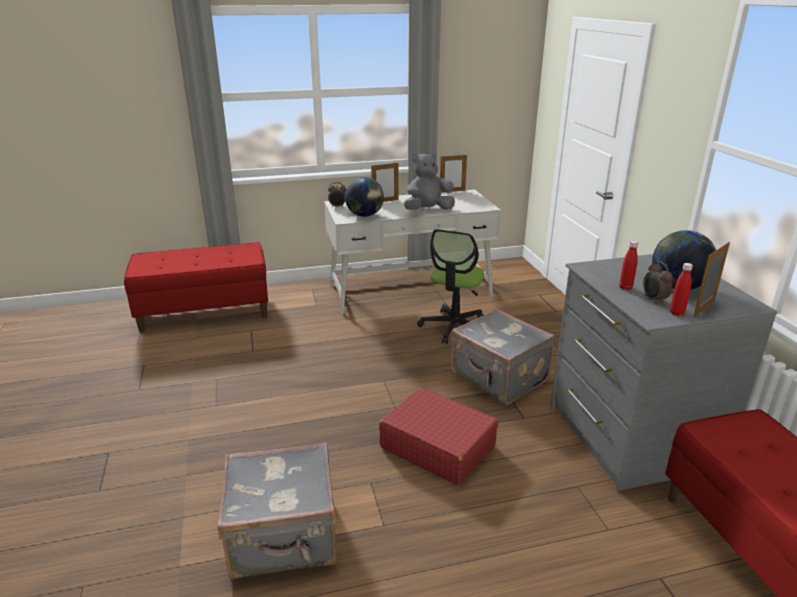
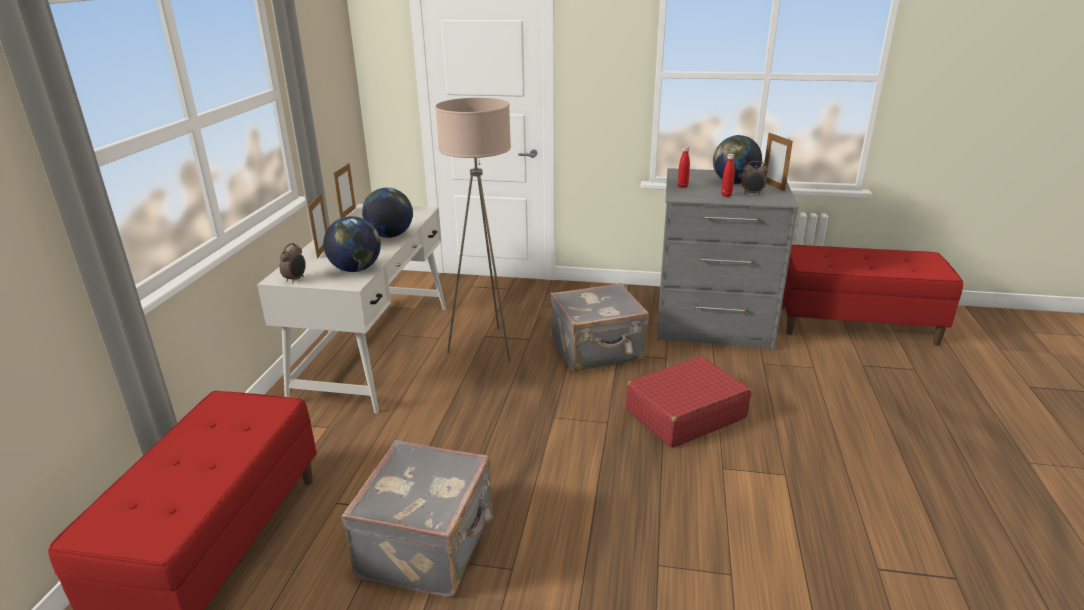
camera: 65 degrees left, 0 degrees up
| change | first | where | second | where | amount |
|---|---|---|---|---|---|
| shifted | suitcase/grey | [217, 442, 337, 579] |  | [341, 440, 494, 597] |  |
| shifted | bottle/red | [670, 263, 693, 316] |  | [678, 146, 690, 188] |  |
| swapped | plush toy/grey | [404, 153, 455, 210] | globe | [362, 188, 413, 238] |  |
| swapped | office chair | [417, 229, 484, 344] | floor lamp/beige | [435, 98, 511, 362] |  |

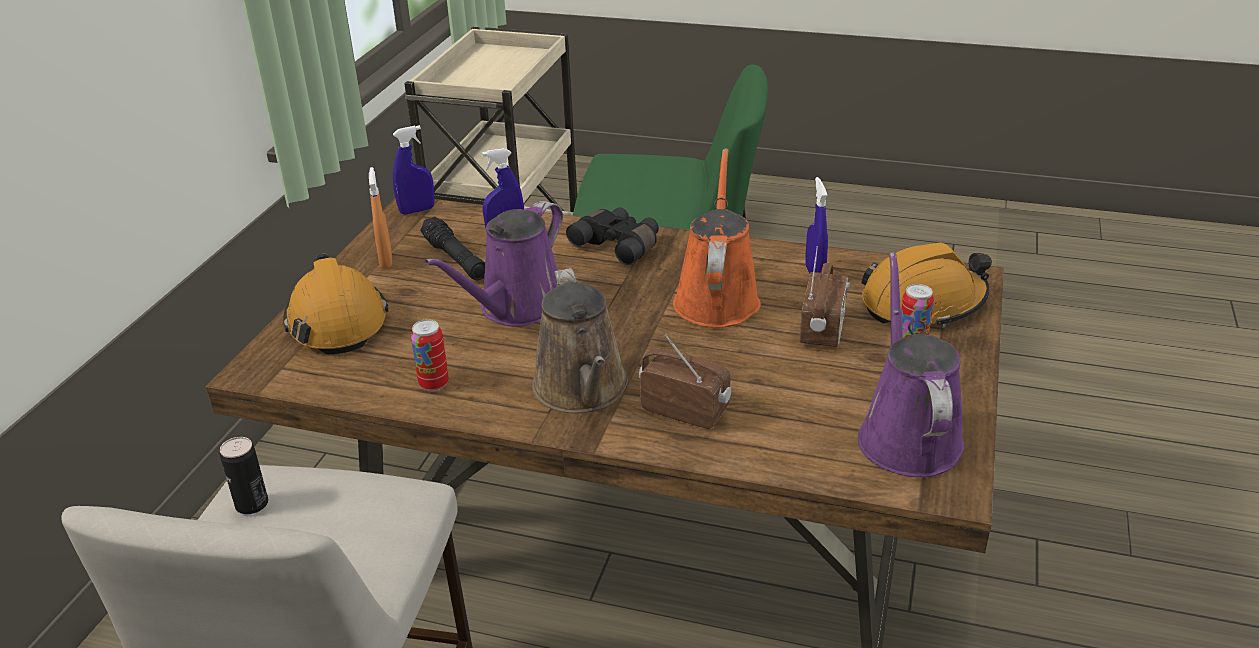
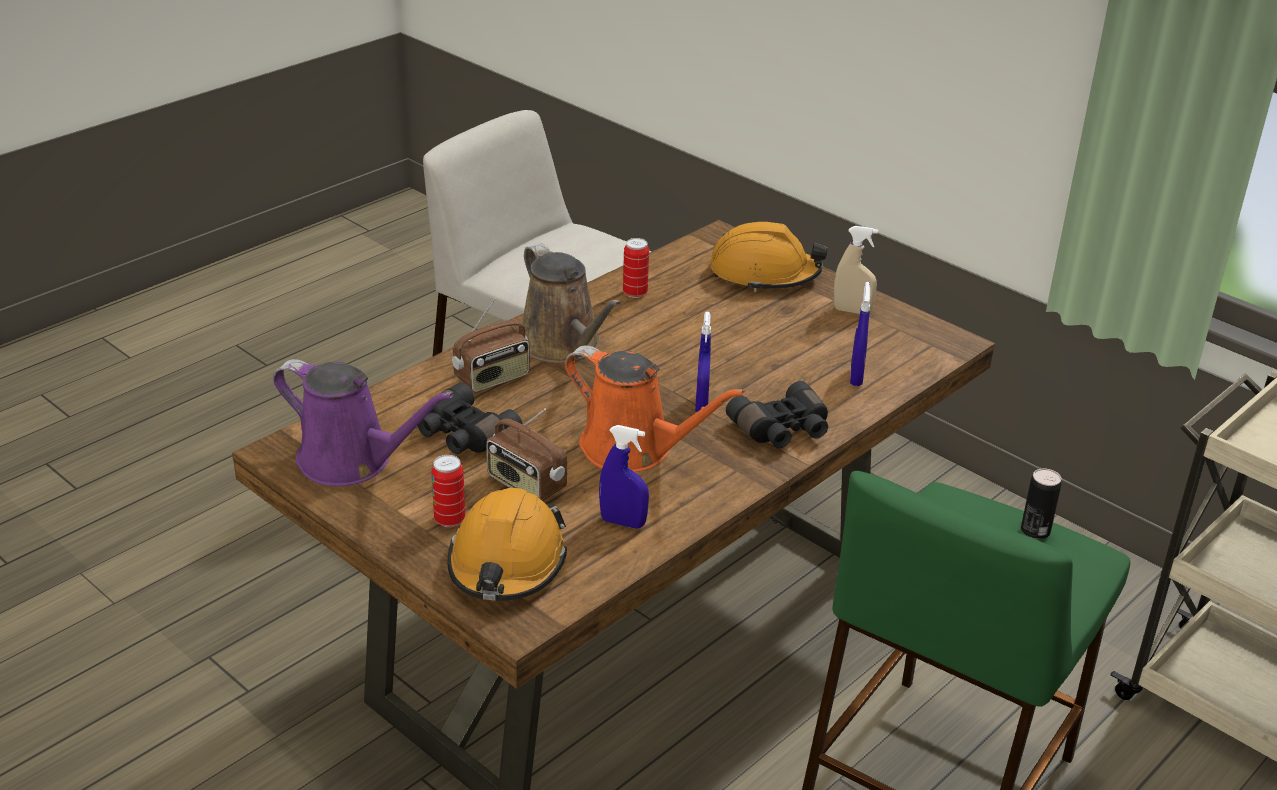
camera: 115 degrees right, 0 degrees up
| change | first | where | second | where | amount |
|---|---|---|---|---|---|
| gone | flashlight/black | [420, 217, 485, 280] |  |  |  |
| gone | watering can/purple | [424, 201, 563, 327] |  |  |  |
| new |  |  | binoculars/black | [418, 382, 523, 454] |  |
| shifted | can | [220, 437, 268, 514] |  | [1021, 468, 1062, 539] |  |
| shifted | spray bottle/blue | [393, 125, 435, 215] |  | [695, 312, 711, 412] |  |
| repainted | spray bottle/orange | [369, 167, 392, 269] | spray bottle/beige | [833, 226, 878, 314] |  |
| rotated | watering can/brown | [532, 268, 628, 413] |  | [522, 243, 621, 363] | 135 degrees counterclockwise |

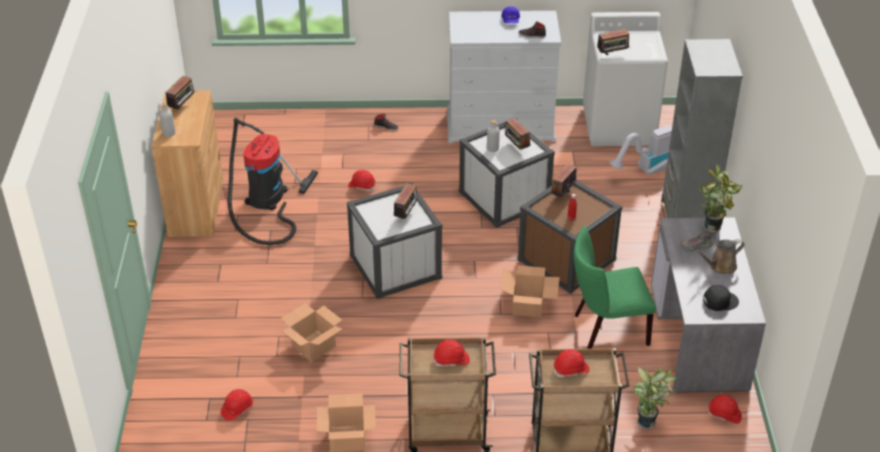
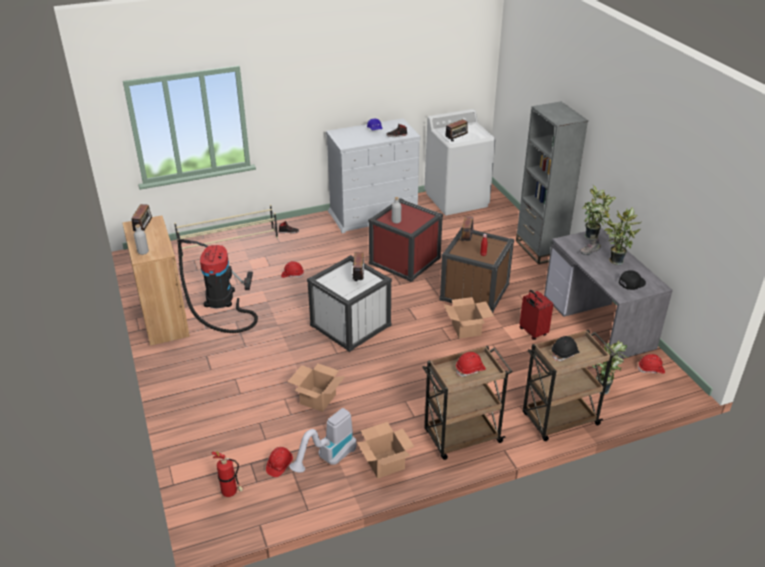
camera: 20 degrees left, 5 degrees down
| change | first | where | second | where | amount |
|---|---|---|---|---|---|
| gone | radio | [505, 117, 531, 150] |  |  |  |
| new |  |  | shoe rack/beige | [174, 205, 278, 257] |  |
| new |  |  | fire extinguisher | [212, 451, 244, 497] |  |
| shifted | vacuum cleaner | [609, 125, 672, 176] |  | [289, 408, 356, 473] |  |
| swapped | chair/green | [574, 226, 656, 349] | suitcase/red | [520, 290, 553, 340] |  |
| swapped | watering can/brown | [695, 239, 745, 274] | potted plant | [604, 207, 642, 265] |  |
| repainted | storage box/white | [459, 118, 555, 228] | storage box/red | [368, 198, 443, 282] |  |
| repainted | hard hat/red | [554, 349, 590, 377] | hard hat/black | [552, 336, 579, 361] |  |

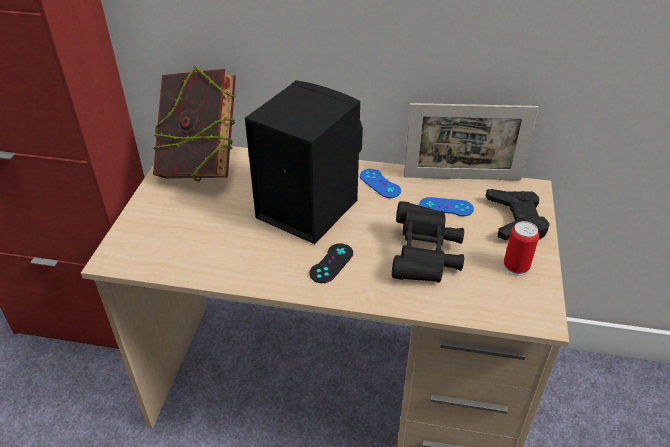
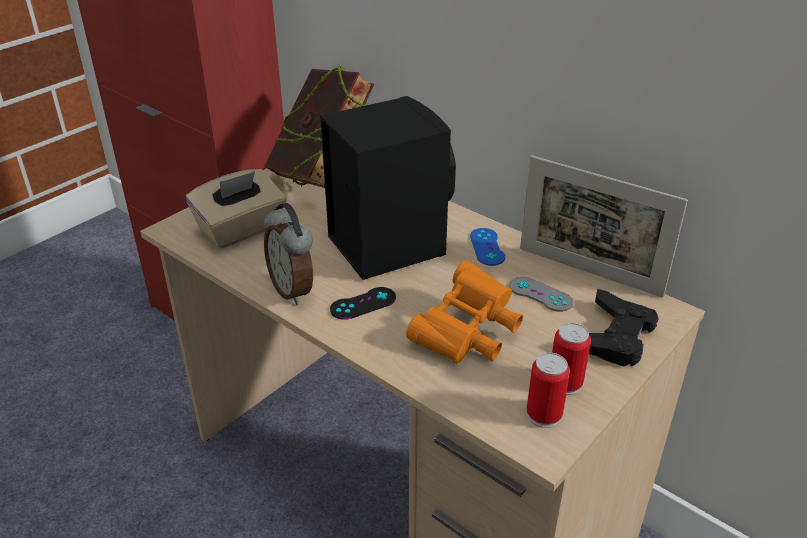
camera: 30 degrees right, 5 degrees down
| change | first | where | second | where | amount |
|---|---|---|---|---|---|
| new |  |  | tissue box/beige | [186, 169, 287, 248] |  |
| new |  |  | alarm clock | [264, 203, 313, 305] |  |
| new |  |  | can | [527, 353, 570, 428] |  |
| repainted | binoculars/black | [392, 201, 464, 283] | binoculars/orange | [406, 261, 523, 364] |  |
| repainted | game controller/blue | [419, 197, 474, 216] | game controller/grey | [509, 277, 573, 312] |  |

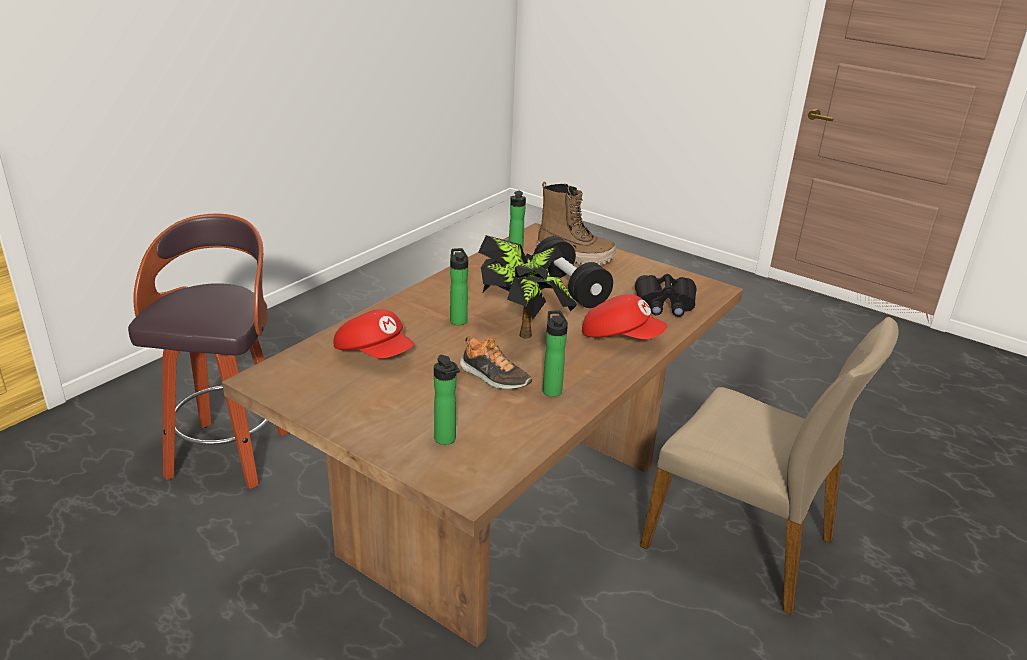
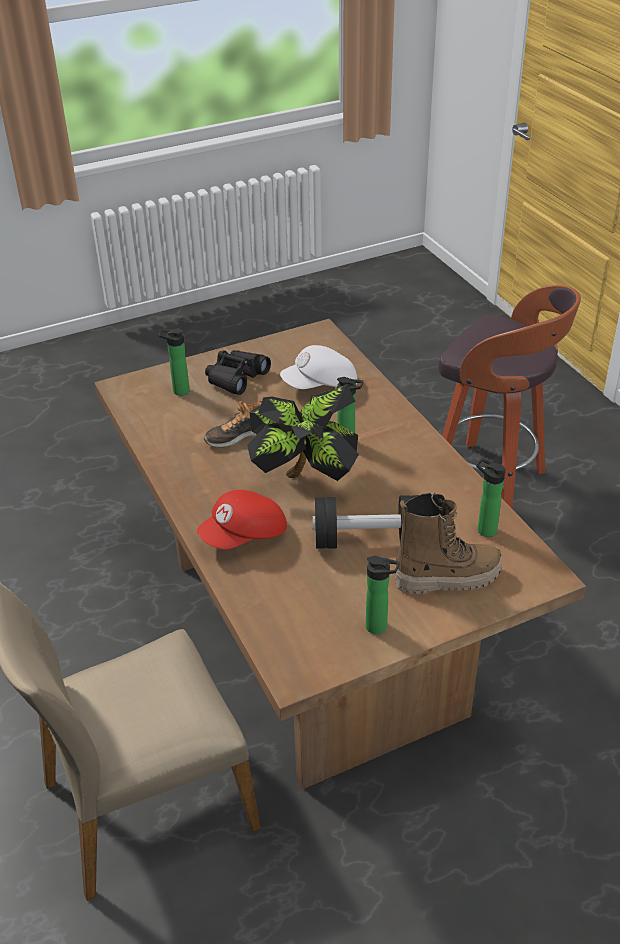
camera: 120 degrees right, 10 degrees up
| change | first | where | second | where | amount |
|---|---|---|---|---|---|
| shifted | bottle | [543, 311, 568, 397] |  | [366, 556, 400, 634] |  |
| shifted | binoculars/black | [635, 274, 697, 317] |  | [205, 350, 271, 395] |  |
| repainted | cap/red | [334, 309, 414, 358] | cap/white | [280, 345, 357, 389] |  |
| rotated | boot | [537, 181, 616, 265] |  | [395, 492, 502, 594] | 135 degrees counterclockwise |

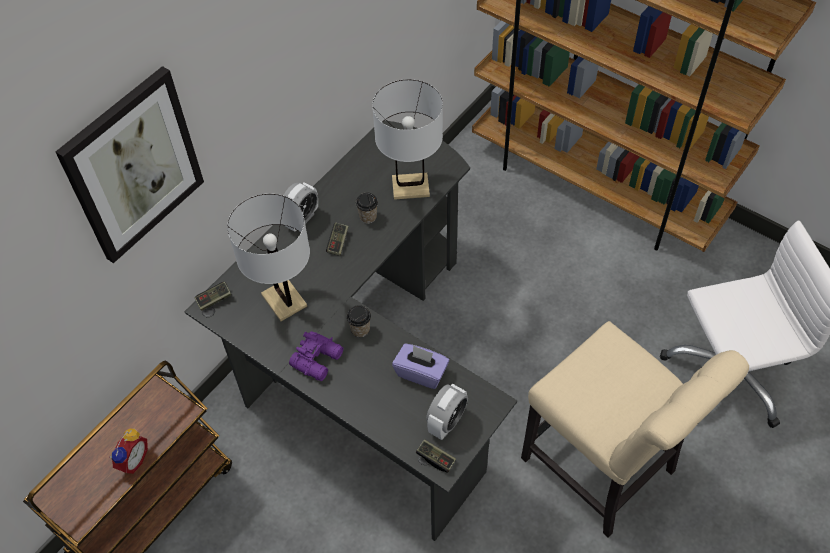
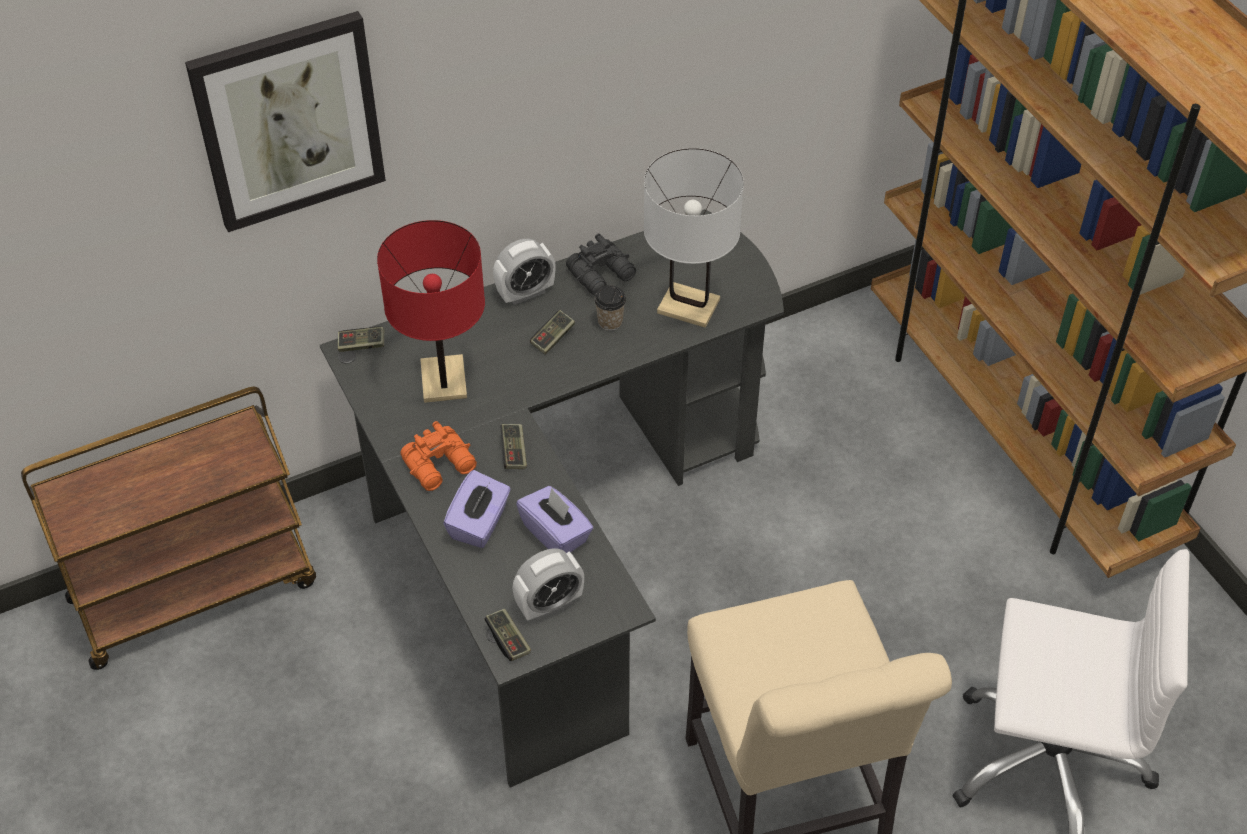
camera: 25 degrees right, 5 degrees down
| change | first | where | second | where | amount |
|---|---|---|---|---|---|
| gone | alarm clock | [109, 429, 148, 474] |  |  |  |
| new |  |  | tissue box/purple | [443, 470, 511, 548] |  |
| new |  |  | binoculars/black | [566, 233, 636, 295] |  |
| swapped | cup | [347, 305, 371, 337] | game controller | [500, 424, 527, 469] |  |
| repainted | table lamp/white | [227, 194, 310, 321] | table lamp/red | [377, 220, 485, 403] |  |
| repainted | binoculars/purple | [289, 331, 344, 381] | binoculars/orange | [400, 421, 477, 491] |  |

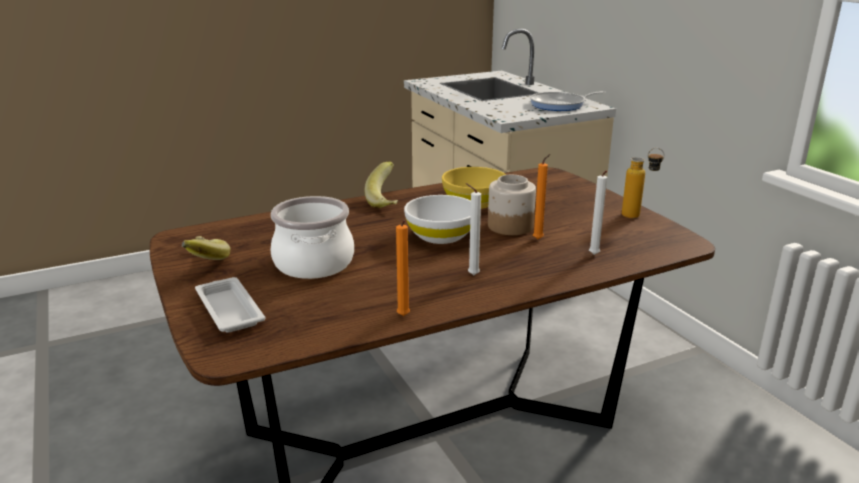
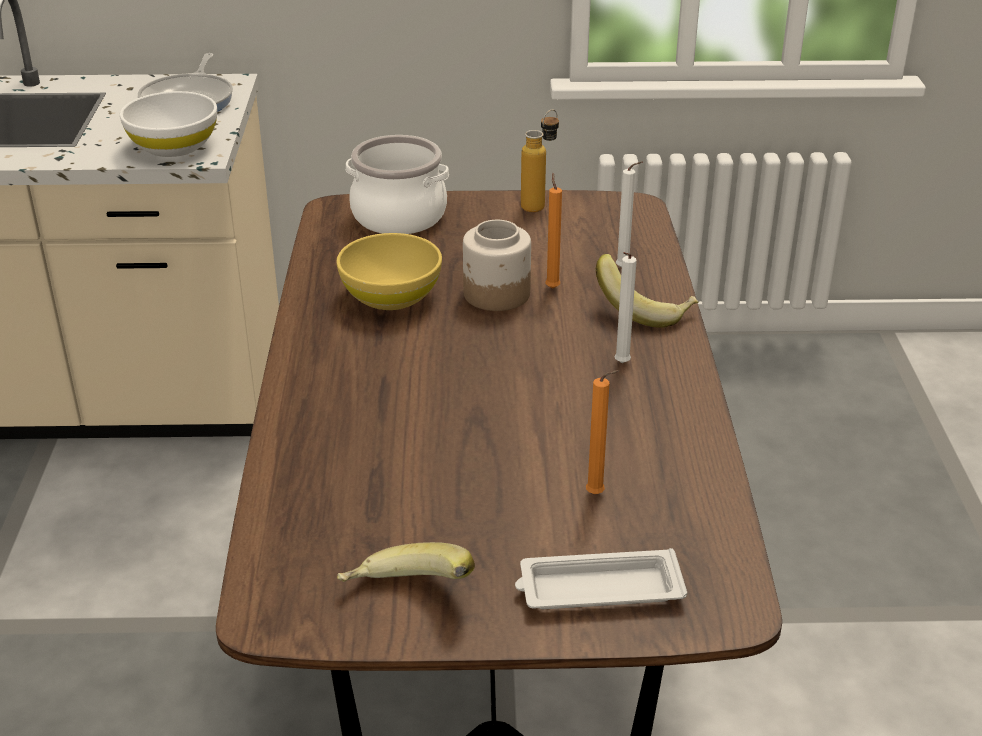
camera: 65 degrees left, 10 degrees up
| change | first | where | second | where | amount |
|---|---|---|---|---|---|
| shifted | cooking pot | [270, 196, 354, 279] |  | [346, 135, 449, 234] |  |
| shifted | banana | [365, 162, 398, 208] |  | [595, 254, 699, 328] |  |
| shifted | candle/orange | [396, 220, 410, 316] |  | [586, 370, 619, 494] |  |
| shifted | bowl/white | [404, 195, 471, 244] |  | [120, 91, 217, 157] |  |

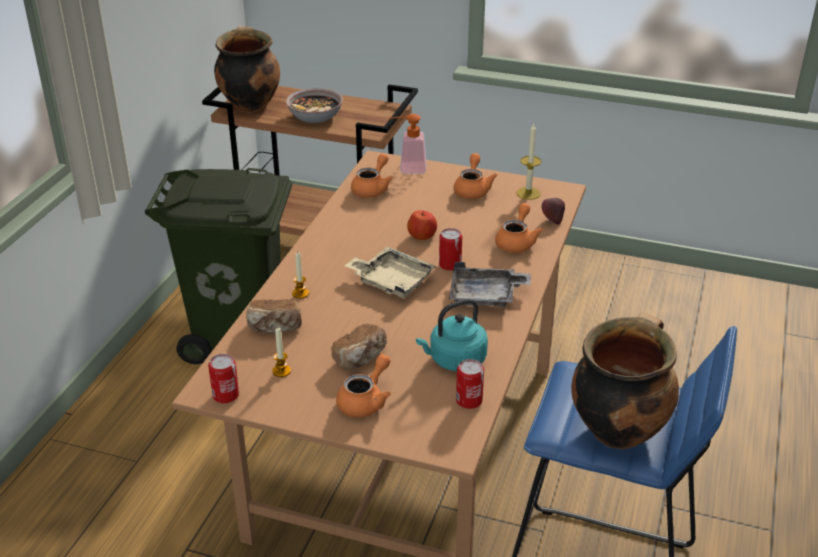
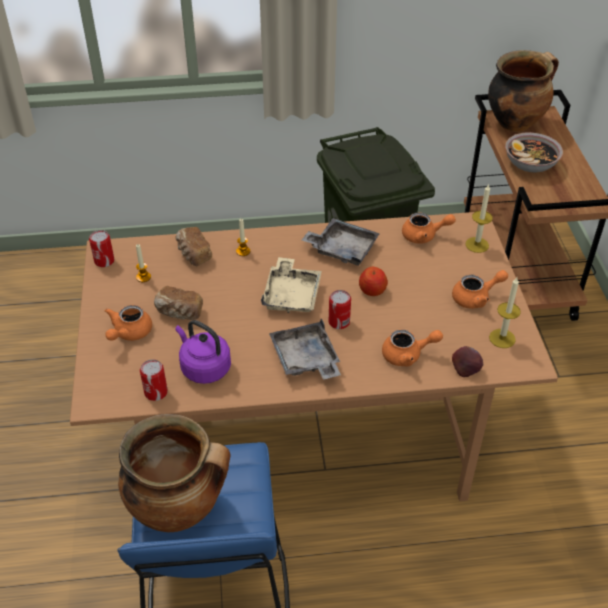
camera: 65 degrees right, 10 degrees up
| change | first | where | second | where | amount |
|---|---|---|---|---|---|
| new |  |  | tray/grey | [302, 218, 380, 266] |  |
| swapped | soap dispenser | [389, 114, 426, 174] | candle | [466, 184, 493, 253] |  |
| repainted | kettle/turquoise | [416, 299, 488, 371] | kettle/purple | [175, 320, 231, 384] |  |
| rotated | teapot/orange | [336, 354, 391, 418] |  | [105, 305, 152, 341] | 105 degrees clockwise |

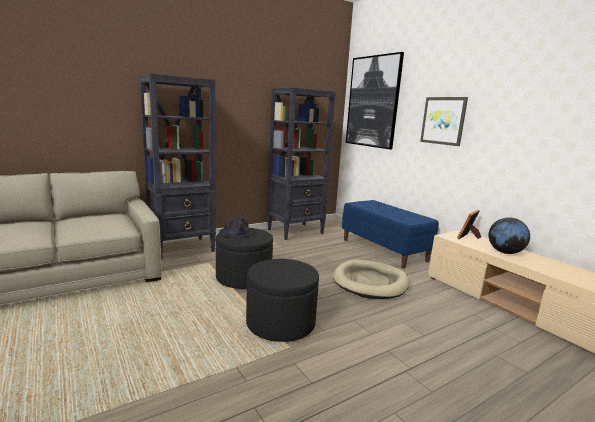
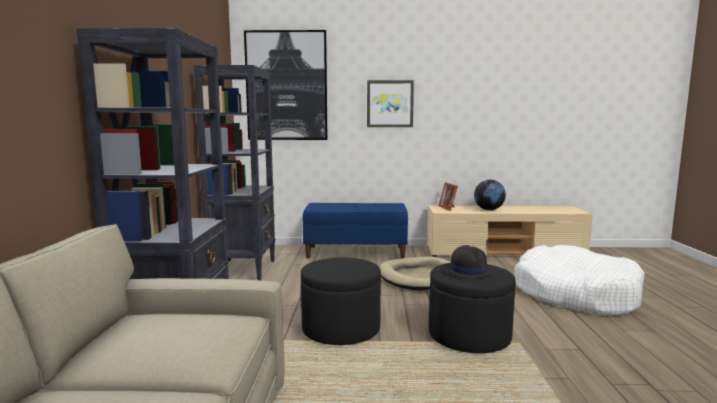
camera: 55 degrees left, 5 degrees down
| change | first | where | second | where | amount |
|---|---|---|---|---|---|
| new |  |  | dog bed/white | [514, 245, 645, 316] |  |
| shifted | hat/black | [219, 216, 254, 237] |  | [443, 245, 495, 279] |  |

